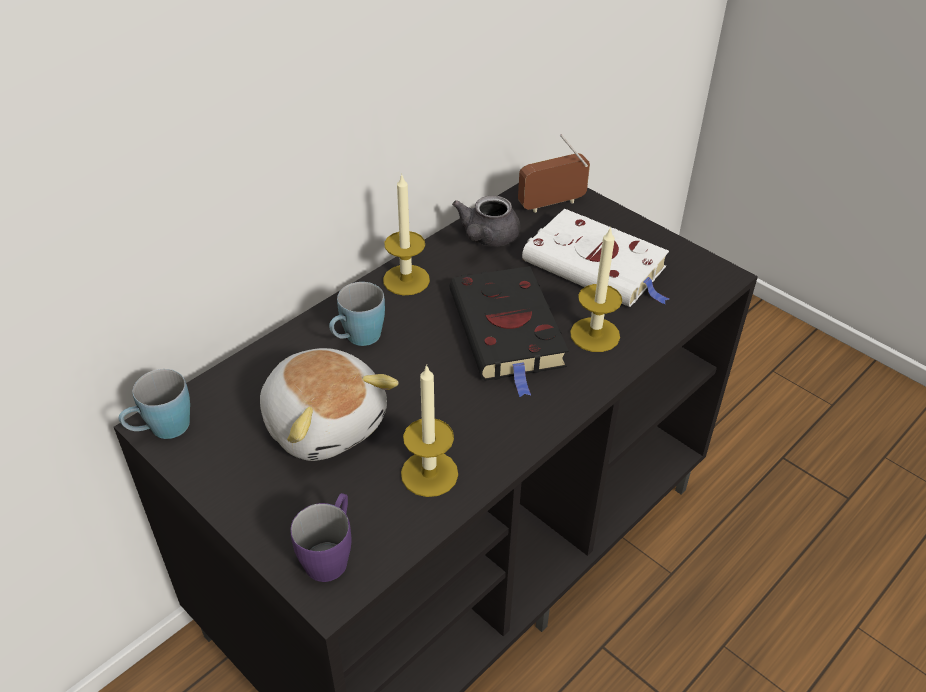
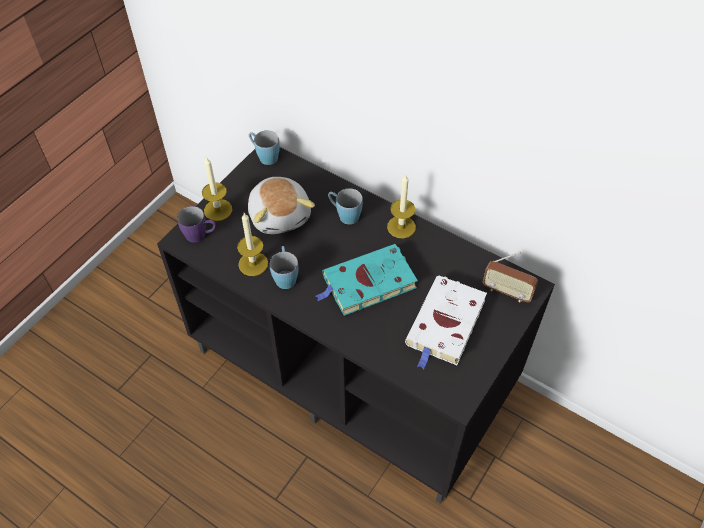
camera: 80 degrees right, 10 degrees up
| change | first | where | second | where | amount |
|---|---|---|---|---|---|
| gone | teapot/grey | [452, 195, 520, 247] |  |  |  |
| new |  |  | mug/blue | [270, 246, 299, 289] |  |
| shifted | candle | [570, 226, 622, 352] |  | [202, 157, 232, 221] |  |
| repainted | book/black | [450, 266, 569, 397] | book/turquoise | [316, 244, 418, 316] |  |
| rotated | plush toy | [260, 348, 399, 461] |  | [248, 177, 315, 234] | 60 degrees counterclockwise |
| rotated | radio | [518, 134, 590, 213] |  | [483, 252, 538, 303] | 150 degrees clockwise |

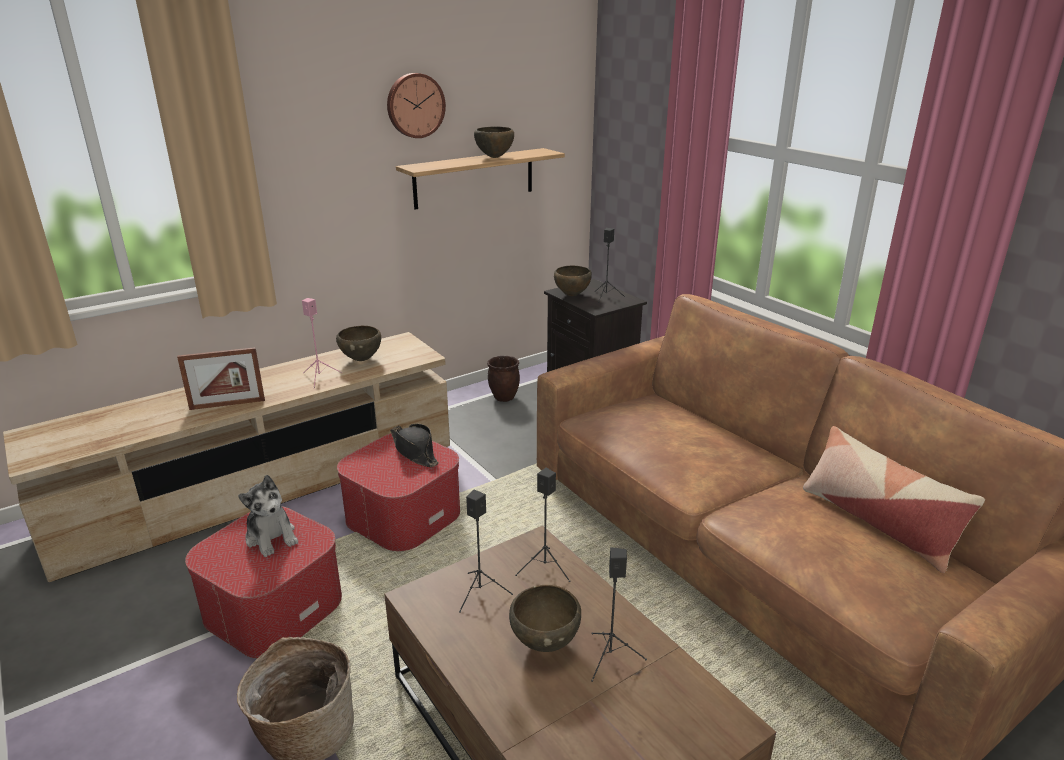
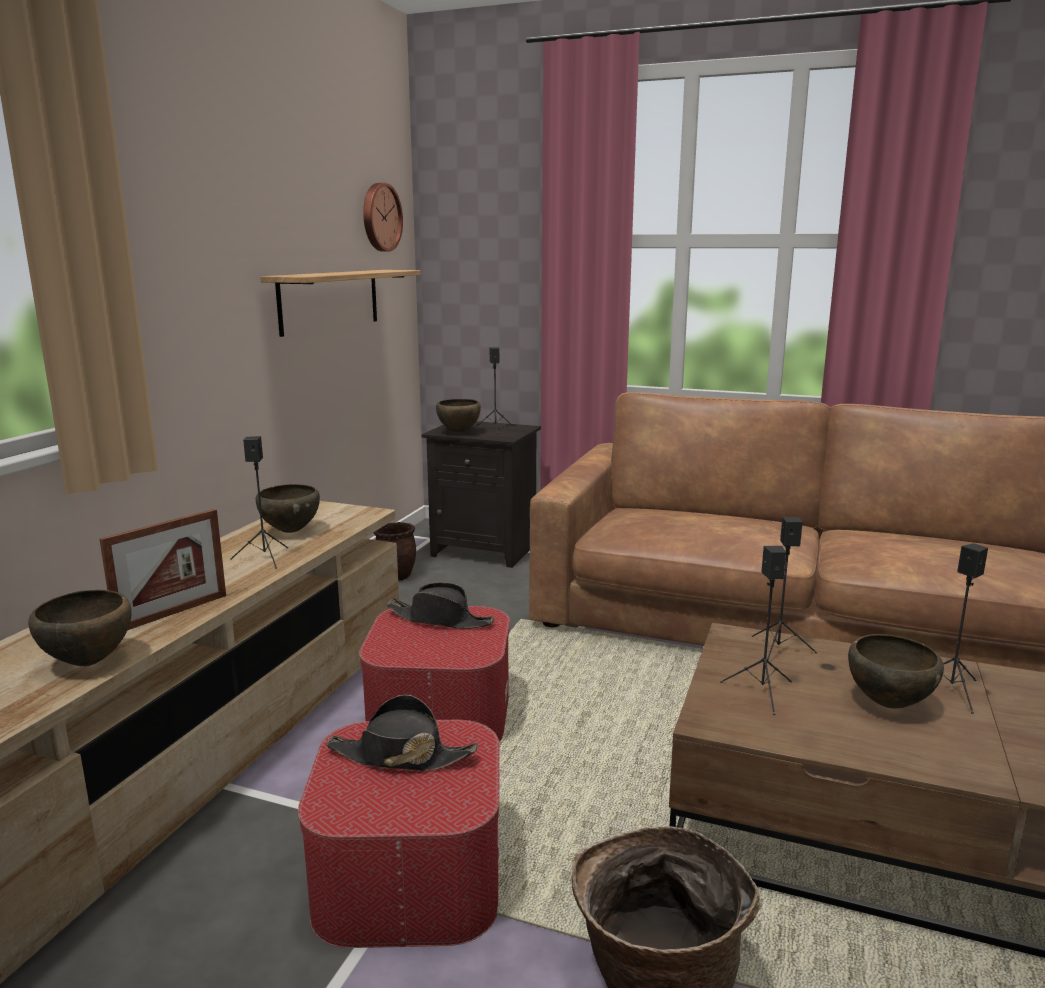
camera: 35 degrees left, 10 degrees down
| change | first | where | second | where | amount |
|---|---|---|---|---|---|
| gone | pillow | [803, 426, 985, 573] |  |  |  |
| shifted | wall clock | [387, 73, 446, 138] |  | [363, 183, 403, 252] |  |
| shifted | bowl/brown | [474, 126, 514, 158] |  | [28, 590, 132, 666] |  |
| swapped | plush toy | [238, 475, 298, 557] | hat/black | [326, 695, 478, 771] |  |
| repainted | speaker/pink | [302, 298, 342, 388] | speaker/black | [230, 436, 288, 569] |  |

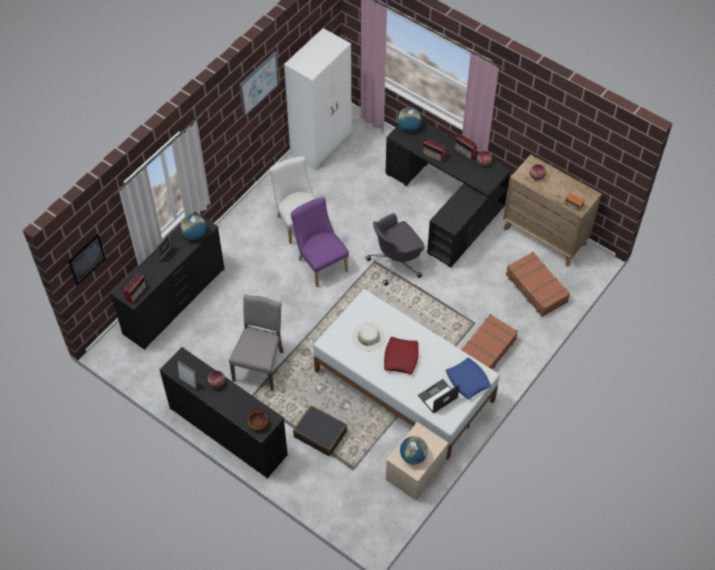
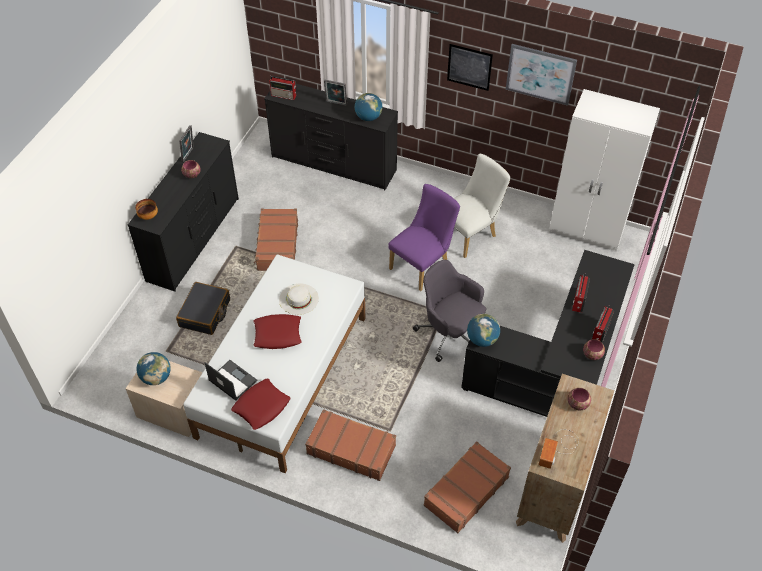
camera: 75 degrees right, 5 degrees down
| change | first | where | second | where | amount |
|---|---|---|---|---|---|
| shifted | picture | [69, 235, 106, 286] |  | [447, 44, 493, 91] |  |
| shifted | globe | [398, 107, 422, 131] |  | [467, 314, 500, 347] |  |
| swapped | chair/grey | [229, 295, 284, 391] | suitcase/brown | [254, 208, 298, 271] |  |
| repainted | pillow/blue | [446, 358, 491, 399] | pillow/red | [231, 378, 291, 430] |  |

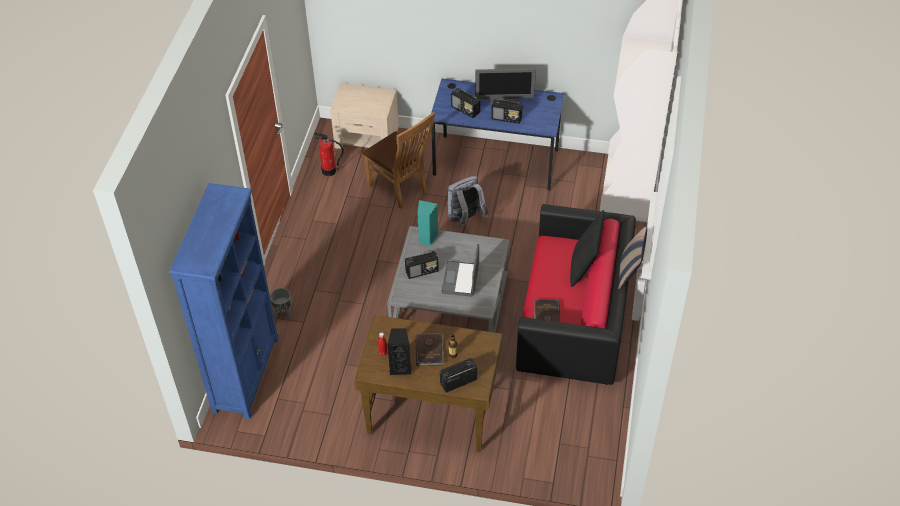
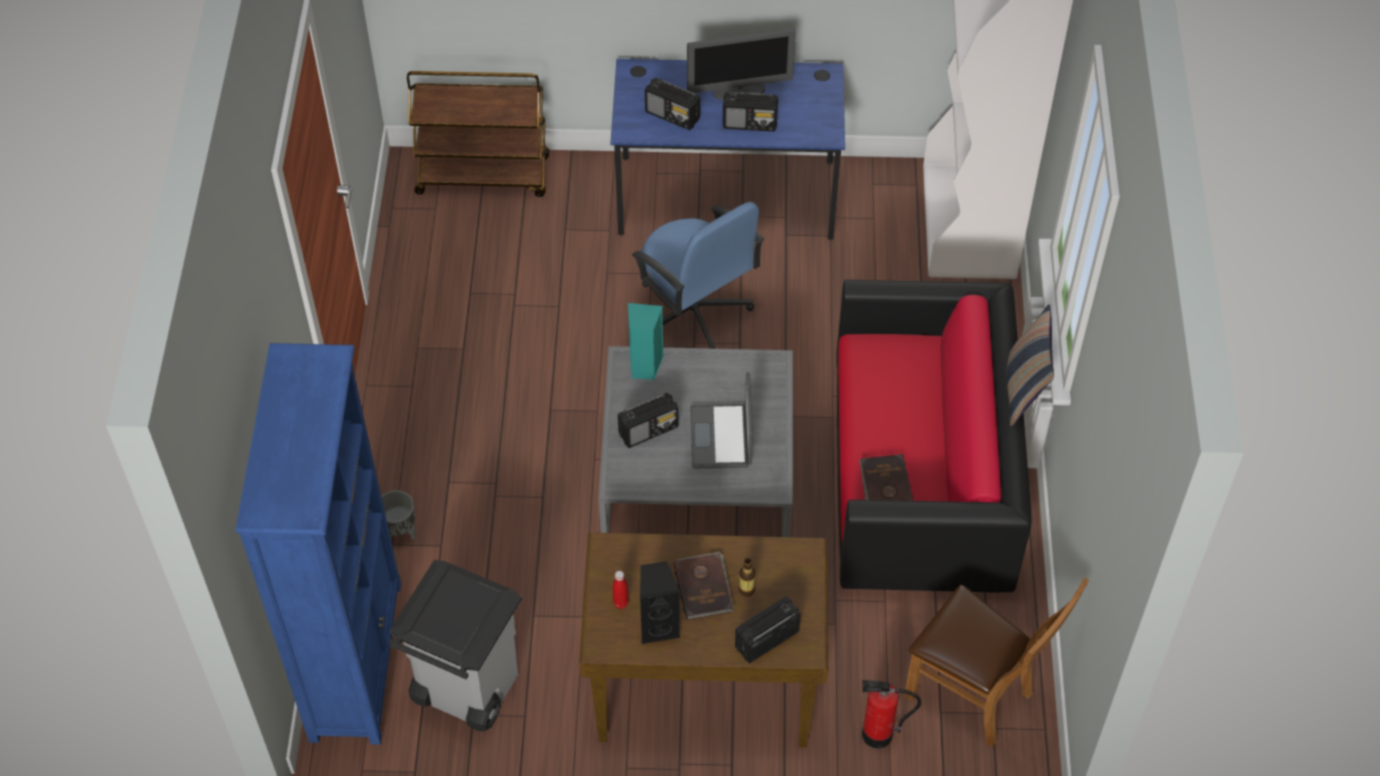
camera: 10 degrees left, 5 degrees up
| change | first | where | second | where | amount |
|---|---|---|---|---|---|
| gone | pillow/black | [570, 210, 605, 287] |  |  |  |
| new |  |  | trash can/grey | [389, 560, 522, 732] |  |
| shifted | fire extinguisher | [314, 132, 344, 176] |  | [862, 680, 921, 749] |  |
| shifted | chair/brown | [363, 112, 435, 209] |  | [904, 578, 1089, 747] |  |
| swapped | nightstand/beige | [330, 82, 399, 149] | cart/brown | [407, 71, 549, 197] |  |
| swapped | backpack/grey | [447, 176, 489, 228] | office chair/blue | [632, 202, 764, 349] |  |

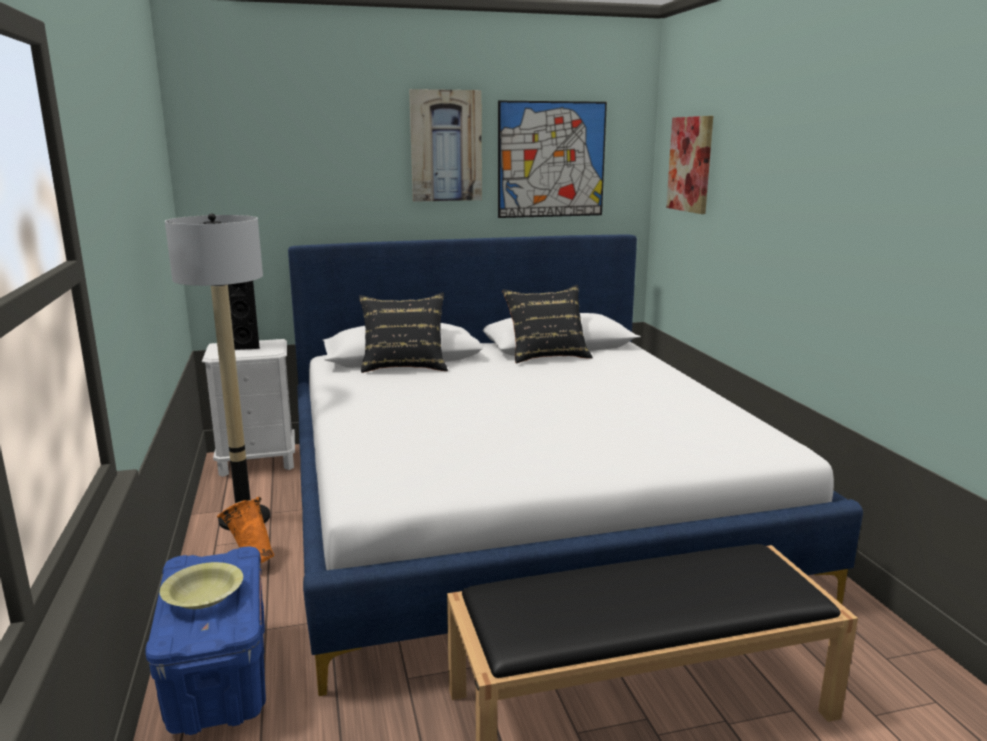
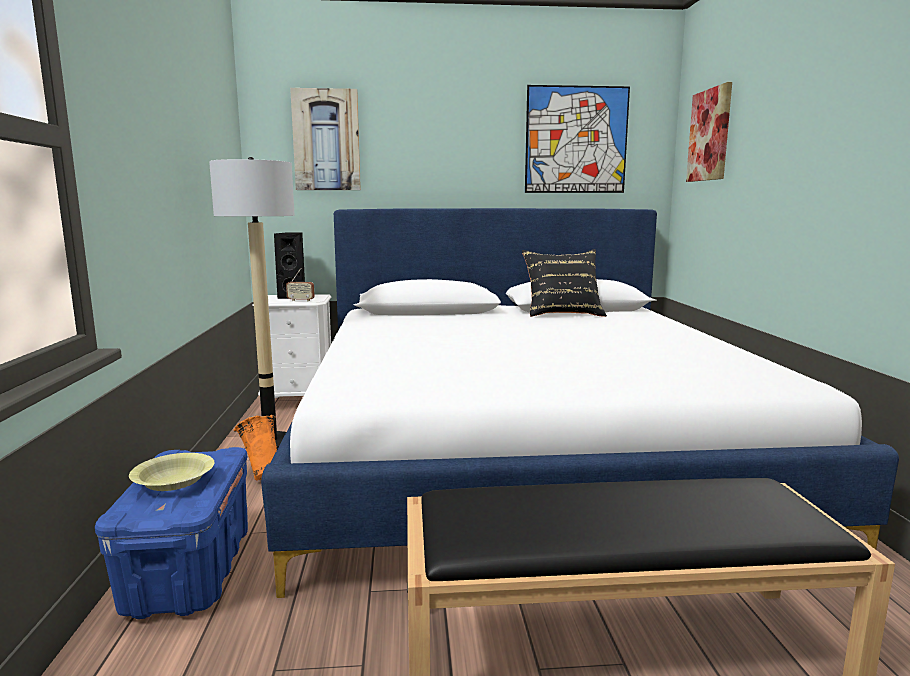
camera: 10 degrees right, 5 degrees down
| change | first | where | second | where | amount |
|---|---|---|---|---|---|
| gone | pillow/black | [359, 293, 448, 373] |  |  |  |
| new |  |  | radio | [286, 268, 315, 302] |  |
| shifted | picture | [409, 89, 482, 202] |  | [290, 88, 361, 190] |  |

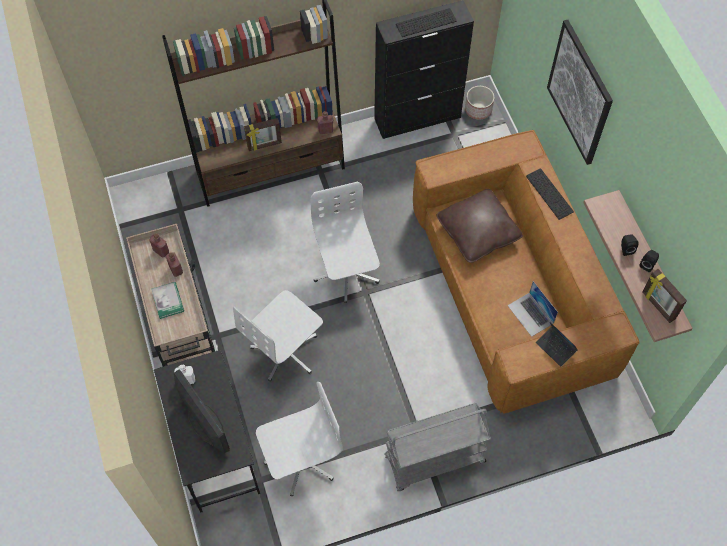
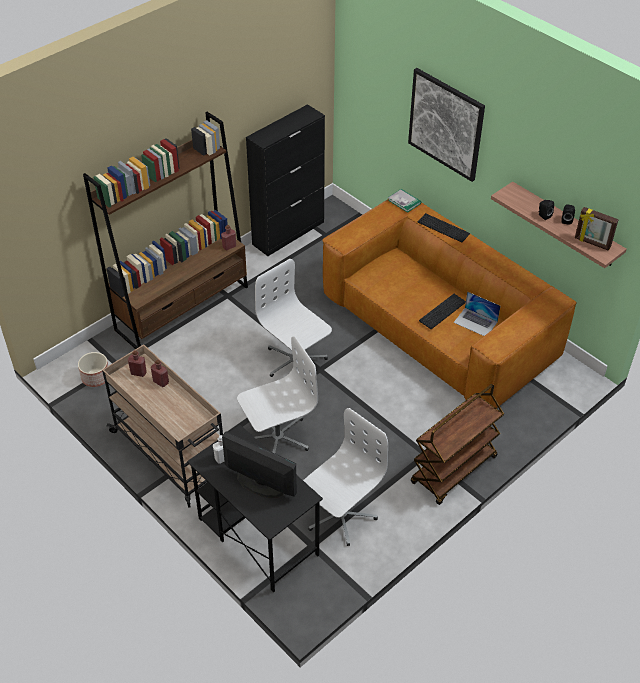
camera: 25 degrees left, 15 degrees down
| change | first | where | second | where | amount |
|---|---|---|---|---|---|
| gone | picture frame | [244, 118, 282, 151] |  |  |  |
| gone | pillow/brown | [437, 189, 523, 263] |  |  |  |
| gone | laptop | [536, 322, 577, 367] |  |  |  |
| shifted | book | [151, 282, 184, 319] |  | [388, 189, 421, 213] |  |
| shifted | keyboard | [396, 8, 457, 37] |  | [419, 294, 466, 329] |  |
| shifted | planter | [465, 86, 494, 119] |  | [78, 352, 108, 387] |  |
| repainted | cart/grey | [384, 403, 491, 491] | cart/brown | [411, 384, 504, 505] |  |
| rotated | office chair/white | [233, 290, 323, 381] |  | [237, 336, 318, 453] | 135 degrees counterclockwise |

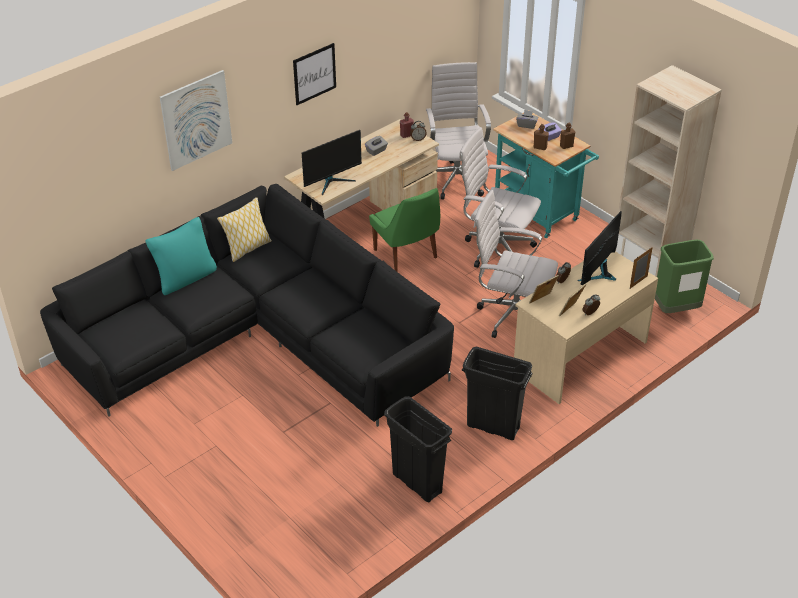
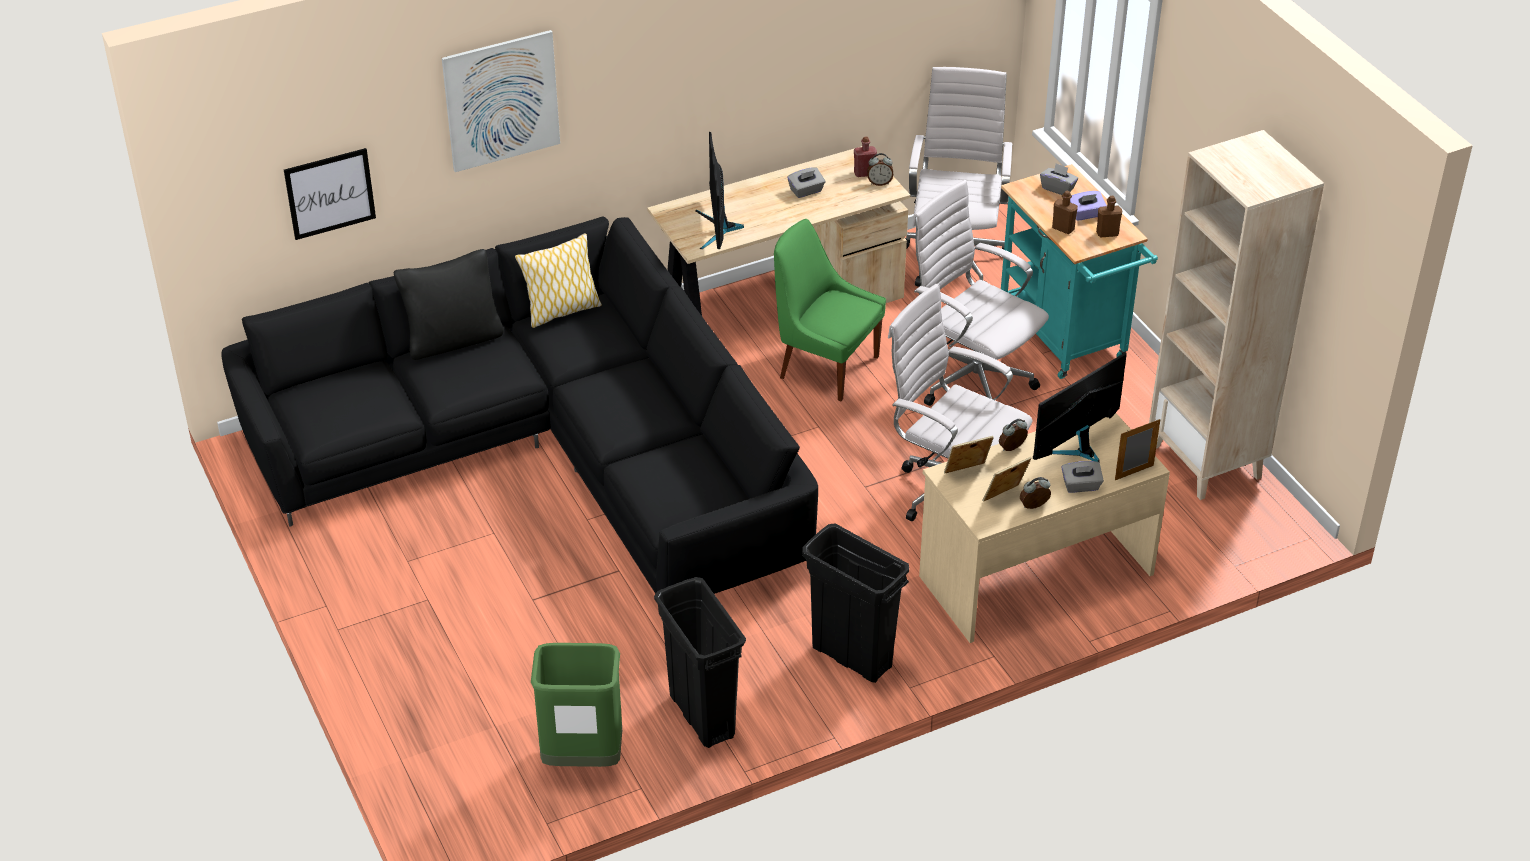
camera: 15 degrees right, 0 degrees up
| change | first | where | second | where | amount |
|---|---|---|---|---|---|
| new |  |  | tissue box/grey | [1061, 461, 1104, 493] |  |
| shifted | picture | [293, 43, 336, 105] |  | [284, 148, 376, 240] |  |
| shifted | trash can/green | [655, 240, 714, 313] |  | [531, 643, 622, 767] |  |
| repainted | pillow/turquoise | [145, 217, 217, 295] | pillow/black | [394, 249, 504, 360] |  |
| rotated | monitor | [302, 130, 362, 195] |  | [696, 132, 744, 249] | 105 degrees clockwise |
| rotated | chair/green | [369, 188, 440, 272] |  | [774, 219, 886, 401] | 135 degrees clockwise |

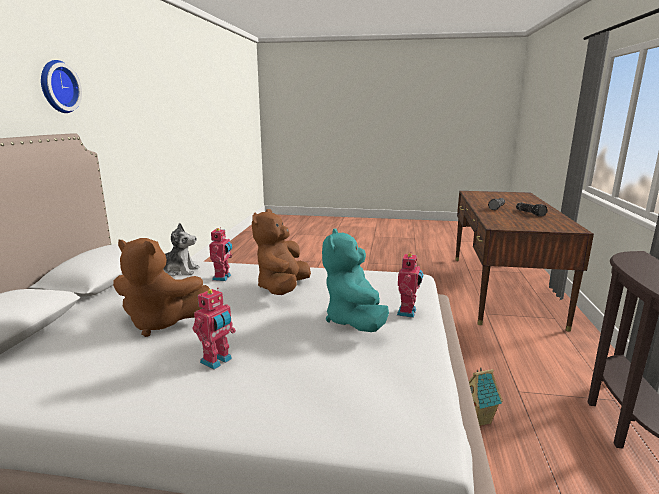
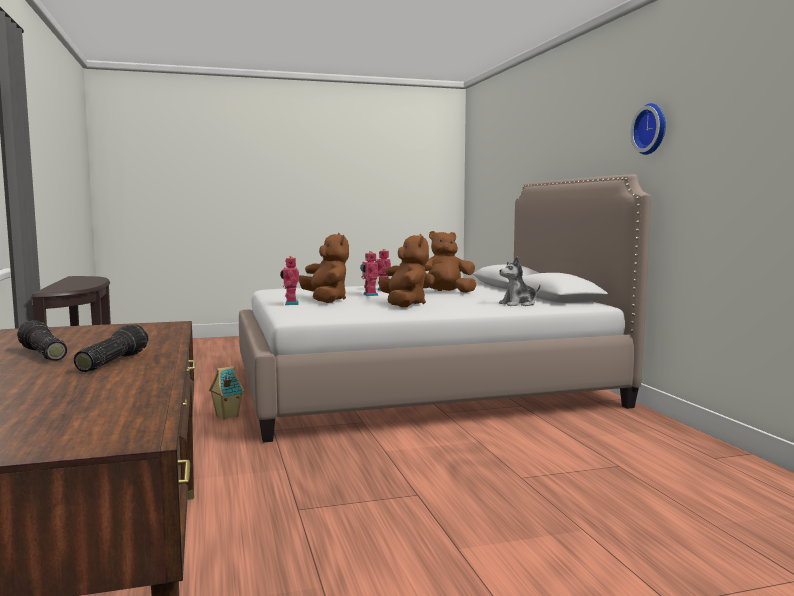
camera: 155 degrees right, 10 degrees down
| change | first | where | second | where | amount |
|---|---|---|---|---|---|
| shifted | toy robot | [209, 227, 232, 281] |  | [360, 251, 378, 296] |  |
| repainted | plush toy/turquoise | [322, 229, 389, 332] | plush toy/brown | [299, 233, 349, 303] |  |

